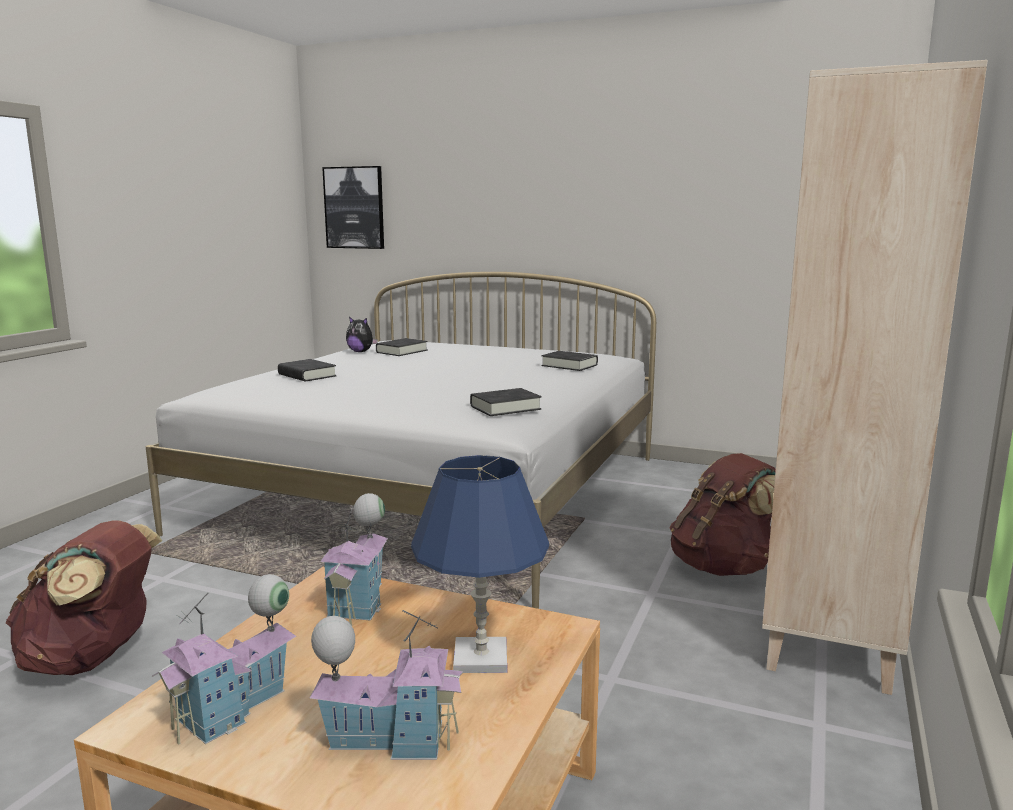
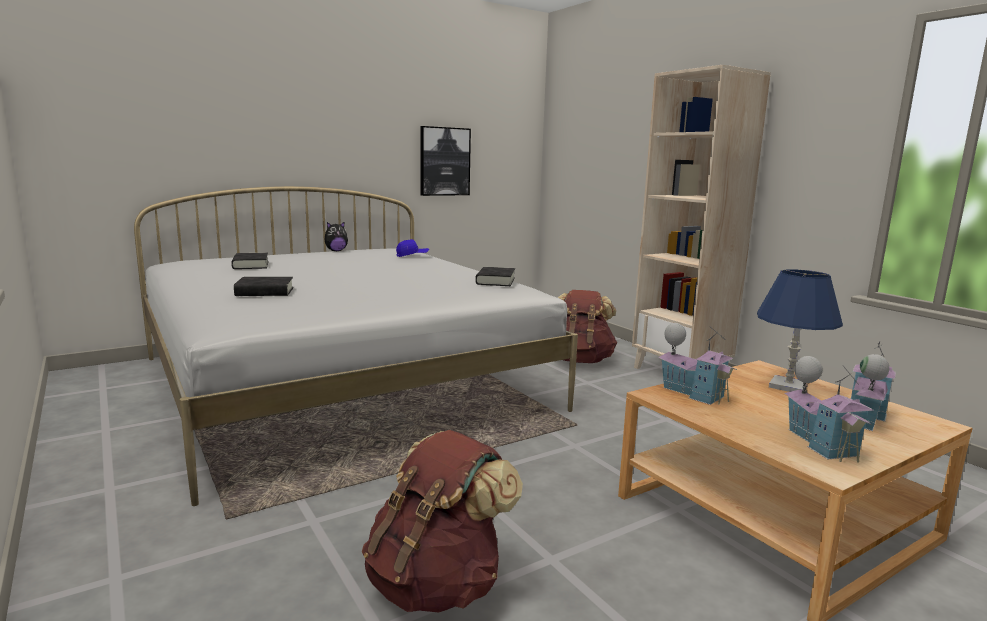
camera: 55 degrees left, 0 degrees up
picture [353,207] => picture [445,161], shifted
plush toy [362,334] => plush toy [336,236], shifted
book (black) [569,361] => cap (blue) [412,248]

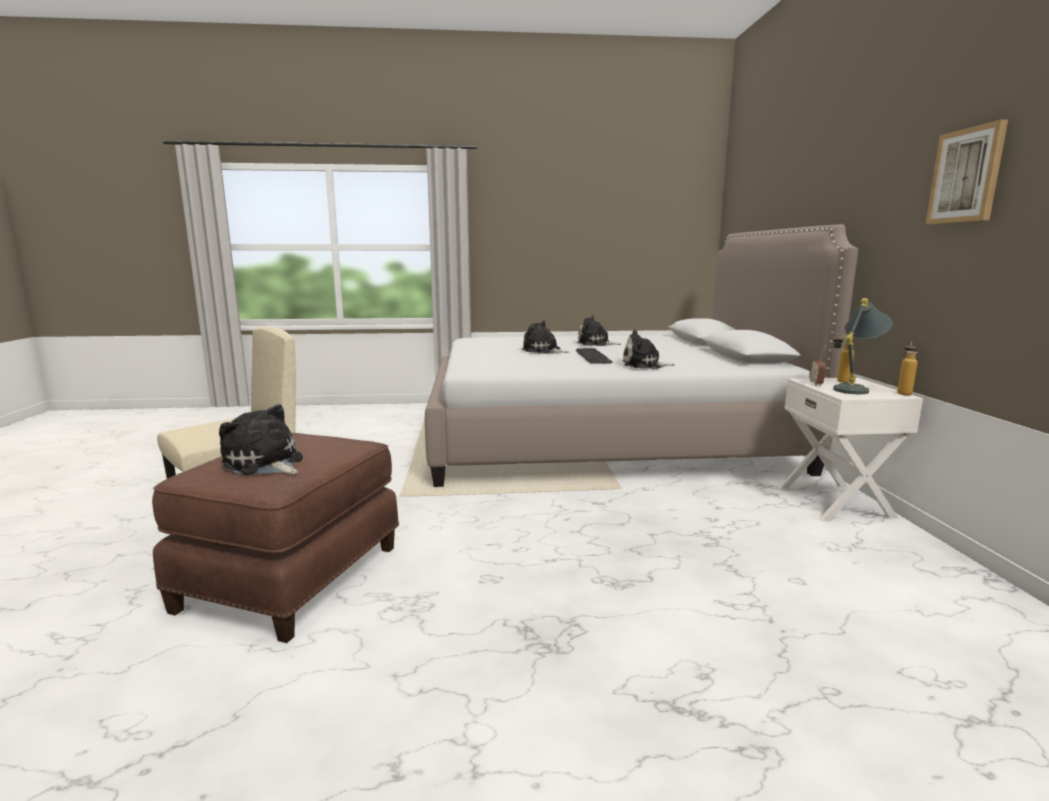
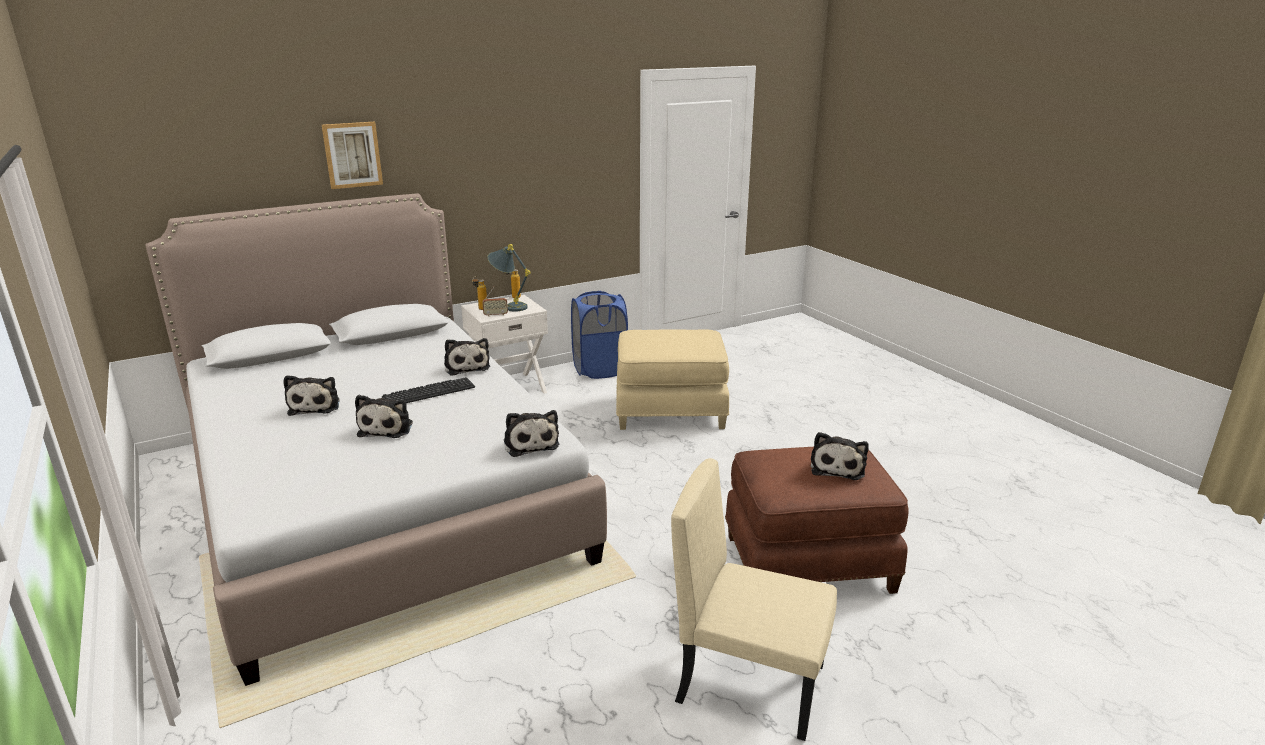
camera: 115 degrees left, 10 degrees up
nothing => plush toy [531,433]
nothing => laundry basket (blue) [599,335]
nothing => ottoman (beige) [672,379]
picture [967,171] => picture [352,155], shifted

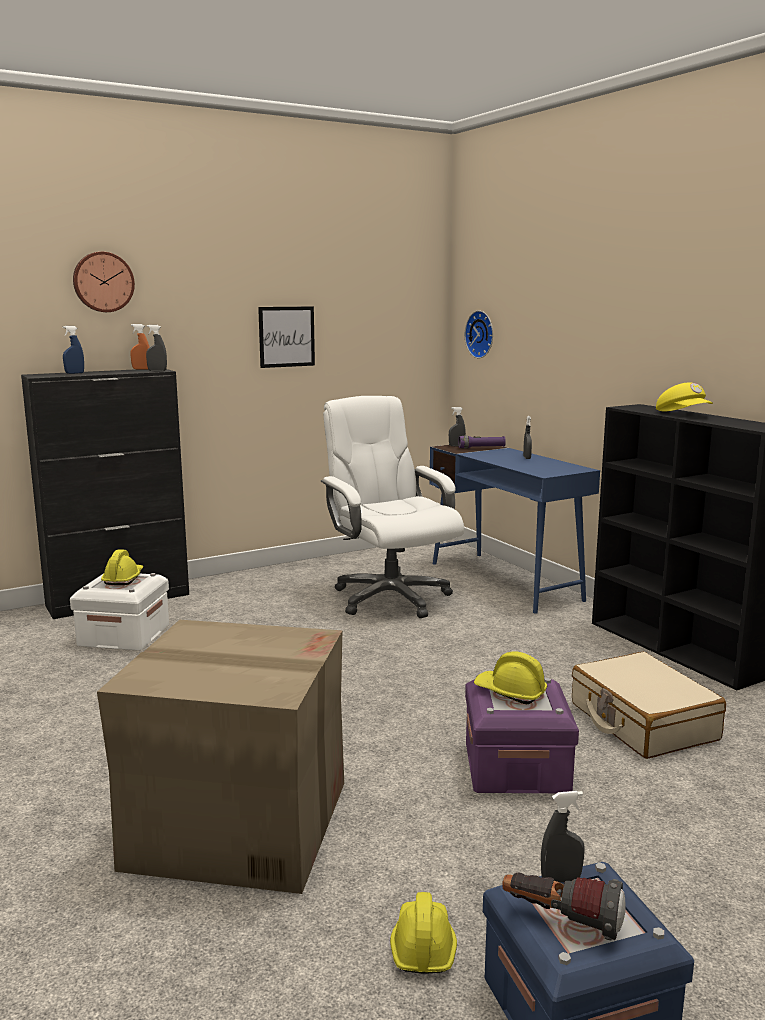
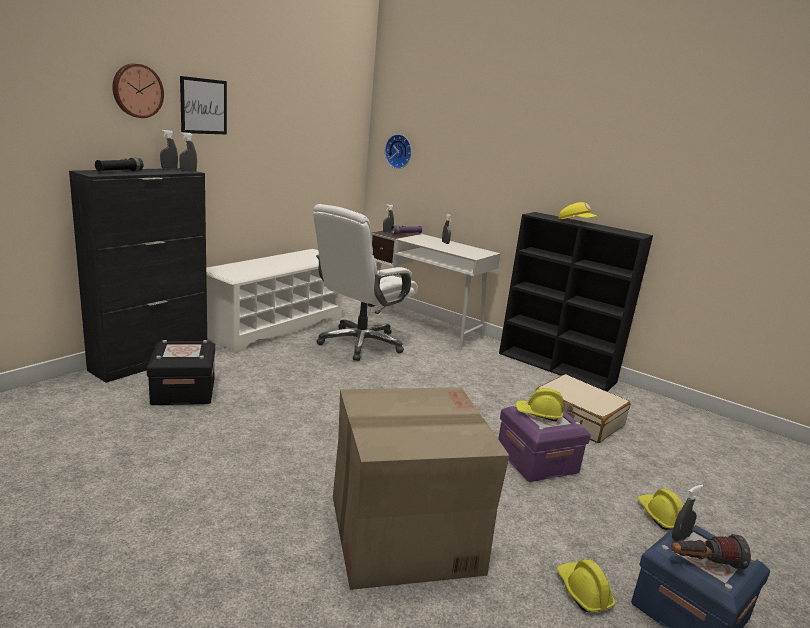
camera: 25 degrees left, 5 degrees up
nothing => shoe rack (white) [274,301]
hard hat (yellow) [122,567] => hard hat (yellow) [660,509], shifted
picture [286,337] => picture [203,105], shifted
spray bottle (blue) [73,350] => flashlight (black) [119,165]
storage box (white) [119,612] => storage box (black) [181,372]
spray bottle (orange) [140,347] => spray bottle (grey) [169,149]
desk (blue) [515,529] => desk (white) [433,289]
office chair (white) [392,507] => office chair (white) [365,282], 90 degrees counterclockwise

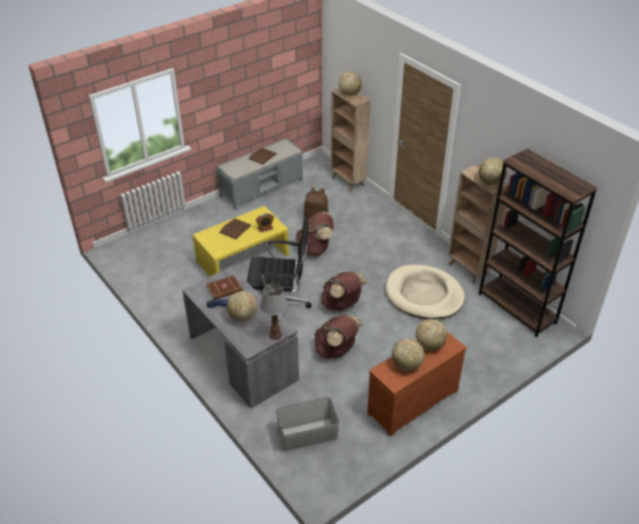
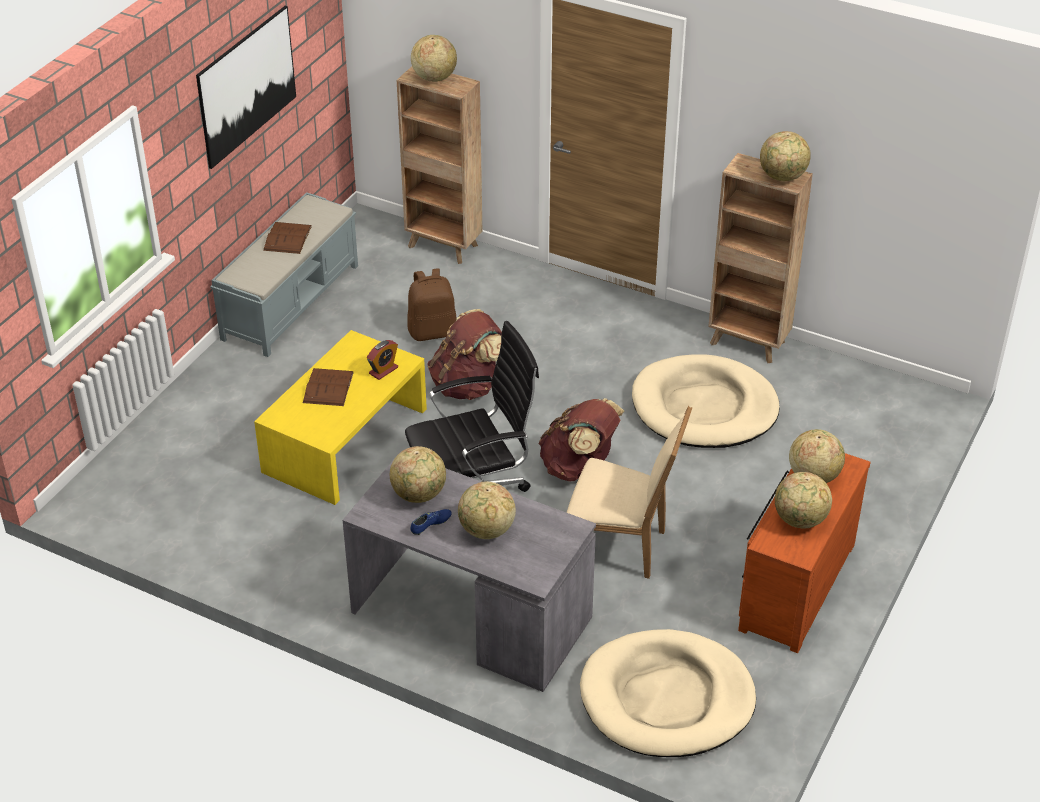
camera: 25 degrees left, 0 degrees up
table lamp [274,311] => nothing
bookcase (brown) [538,243] => nothing
nothing => picture [246,87]
book (brown) [224,287] => globe [418,474]
storage box (grey) [307,424] => dog bed (beige) [668,693]
backpack (brown) [338,337] => chair (beige) [629,492]

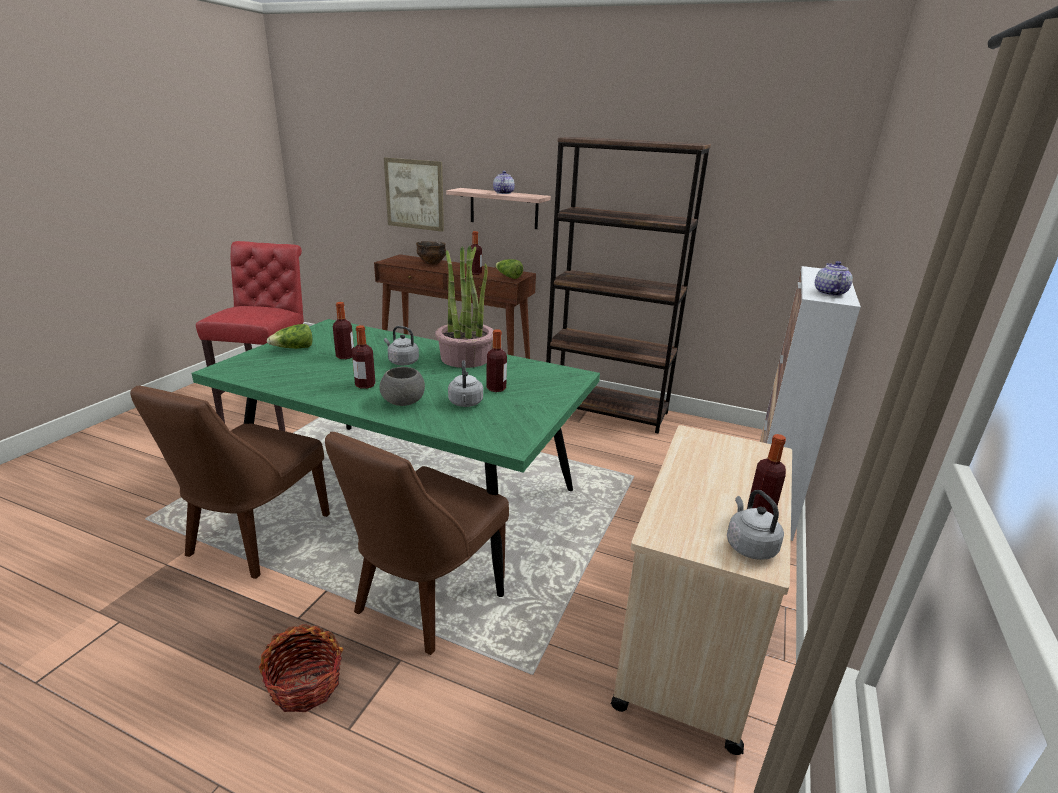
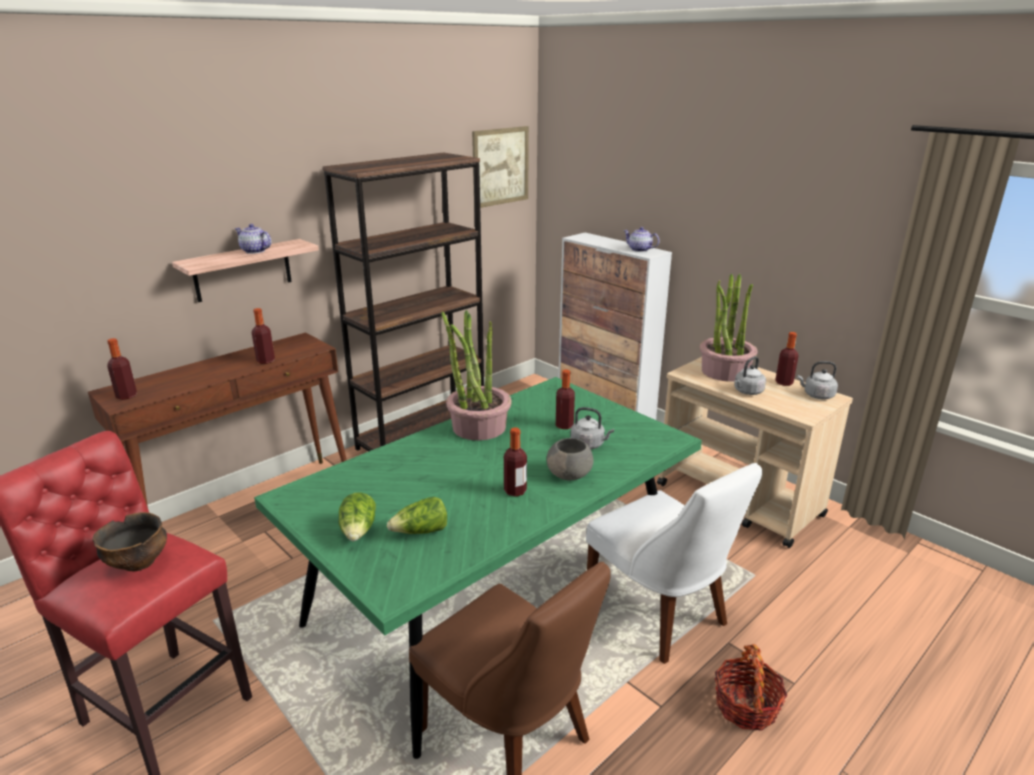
camera: 65 degrees left, 0 degrees up
nothing => potted plant [728,327]
bottle [343,330] => bottle [122,369], shifted
picture [414,195] => picture [500,167], shifted
kettle (grey) [401,345] => kettle (grey) [750,375], shifted
bowl [431,252] => bowl [129,541], shifted
lettuce [509,269] => lettuce [417,515], shifted
chair (brown) [417,543] => chair (white) [674,563]

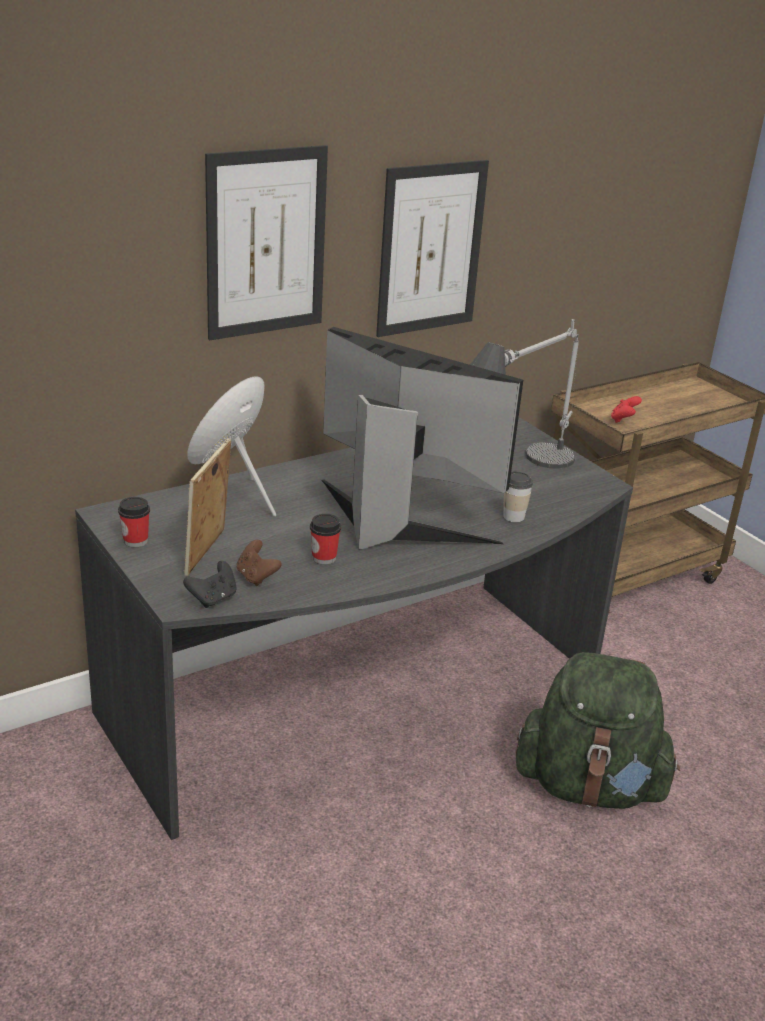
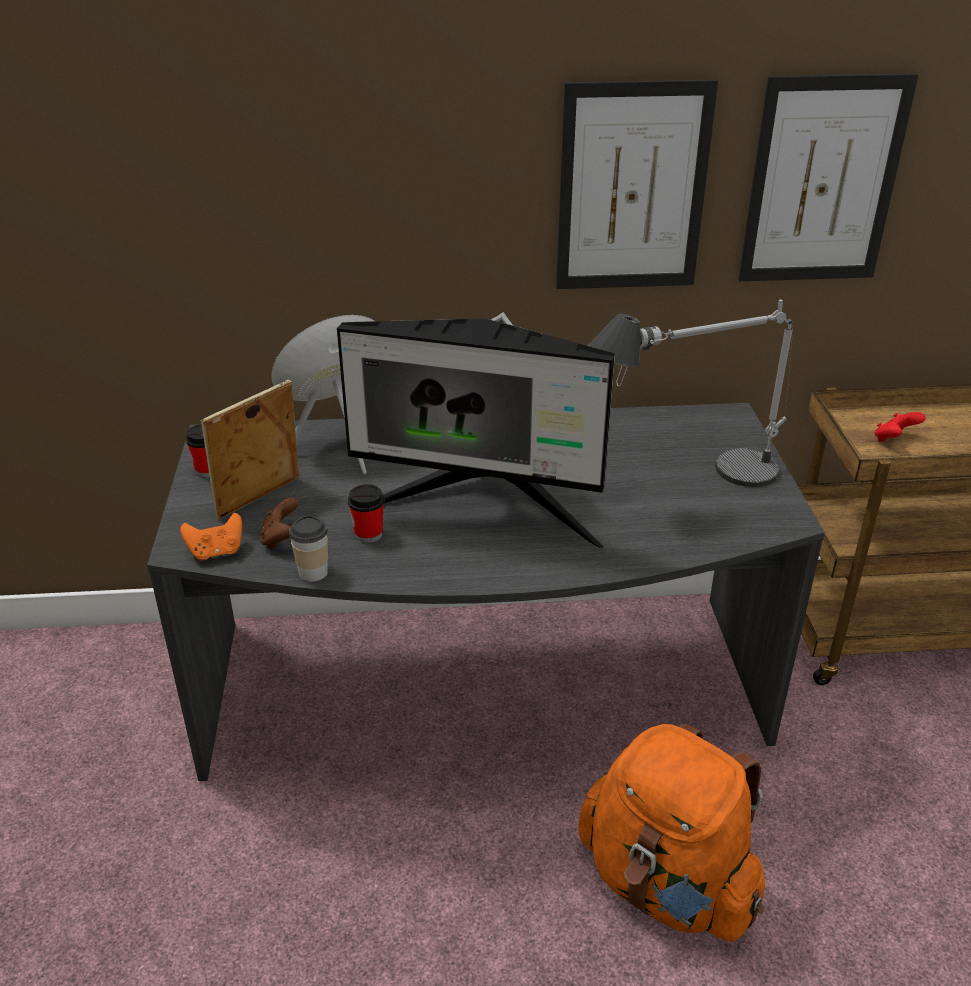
camera: 30 degrees right, 5 degrees up
picture [266,242] => picture [828,177], shifted
cup [518,496] => cup [308,548], shifted
game controller (black) [210,584] => game controller (orange) [211,537]
backpack (green) [598,730] => backpack (orange) [671,832]
monitor [422,438] => monitor [476,430], 135 degrees clockwise

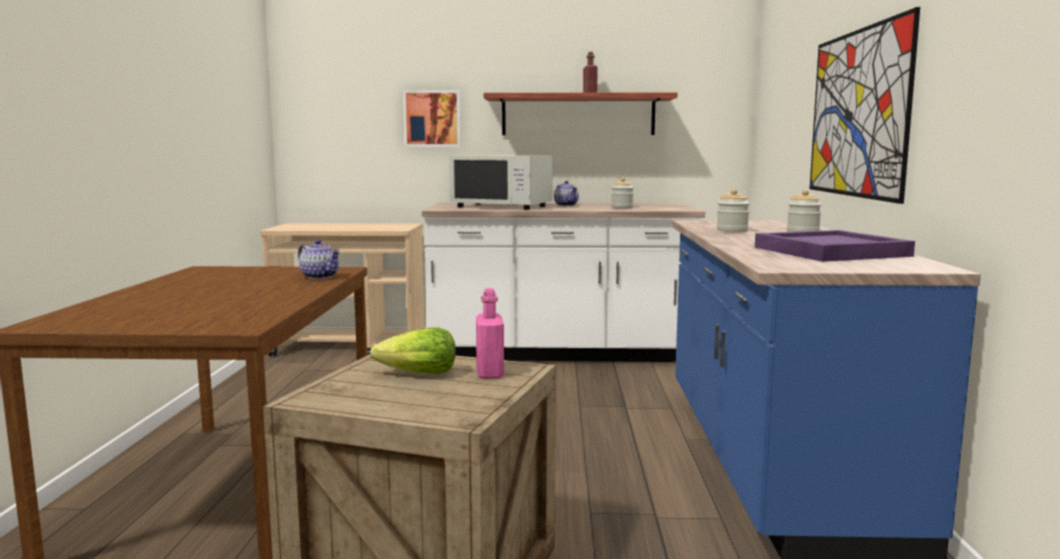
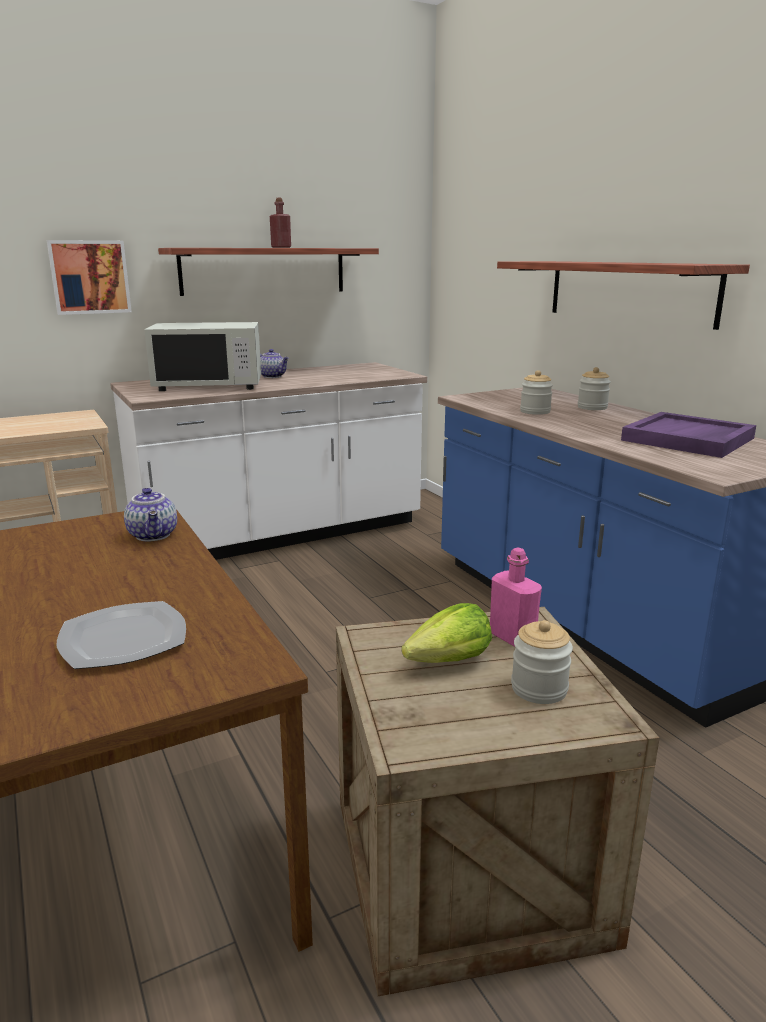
camera: 30 degrees left, 10 degrees up
nothing => plate [121,635]
jar [622,193] => jar [542,662], shifted
picture [865,105] => shelf [623,295]
teapot [319,259] => teapot [150,514], 60 degrees clockwise

